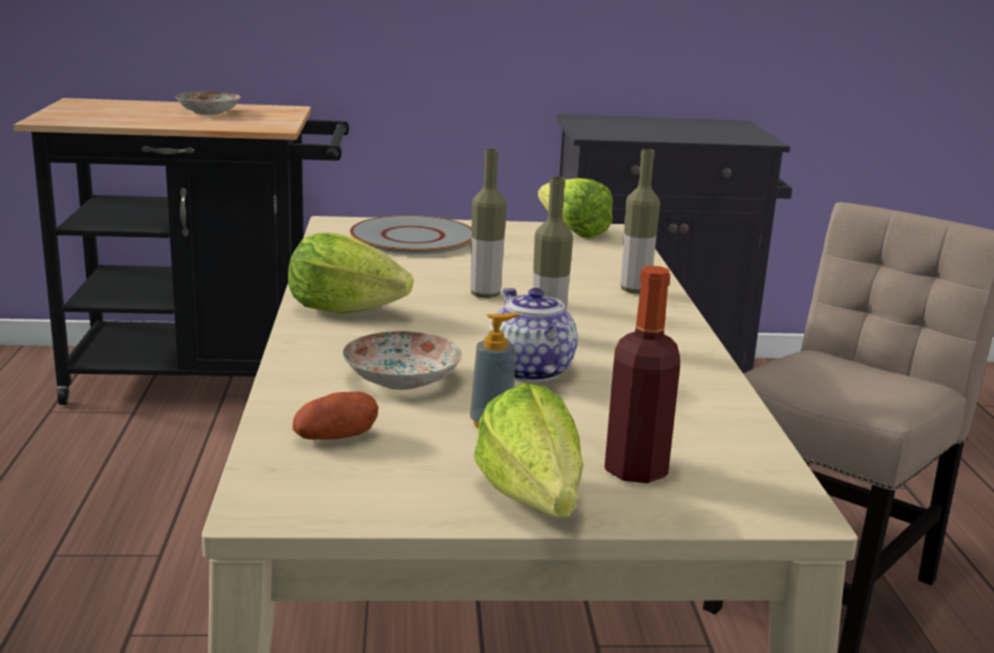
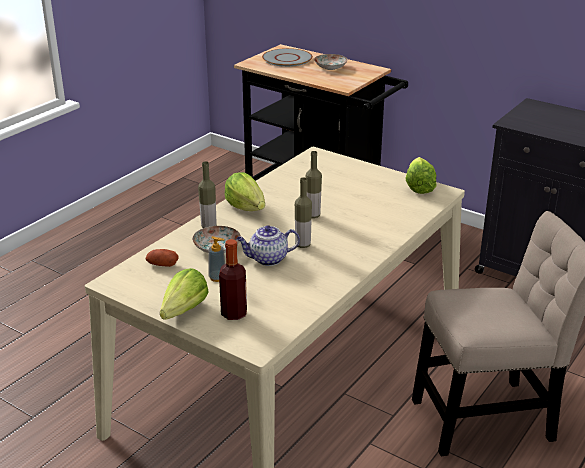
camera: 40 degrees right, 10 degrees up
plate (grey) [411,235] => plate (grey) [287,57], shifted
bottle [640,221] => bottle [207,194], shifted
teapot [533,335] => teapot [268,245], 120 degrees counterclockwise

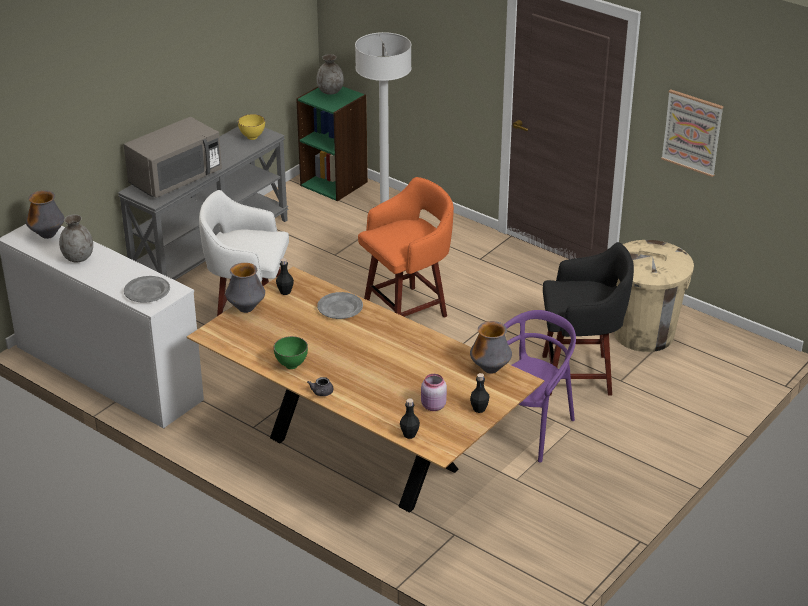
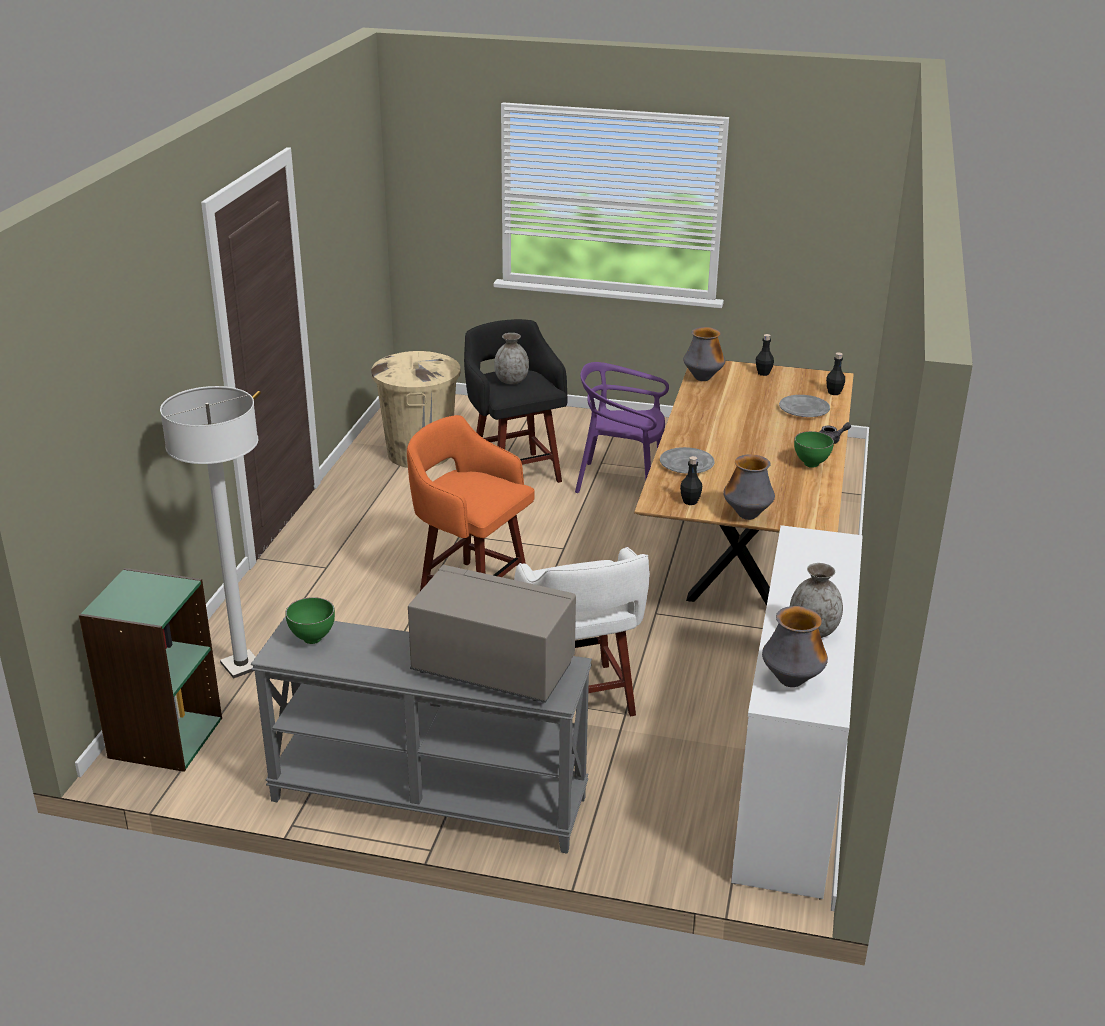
camera: 115 degrees left, 5 degrees down
jar (pink) [434,392] => nothing
picture [692,133] => nothing
plate (grey) [147,289] => plate (grey) [804,406], shifted
vase (grey) [330,74] => vase (grey) [511,358], shifted
bowl (yellow) [251,127] => bowl (green) [310,620]

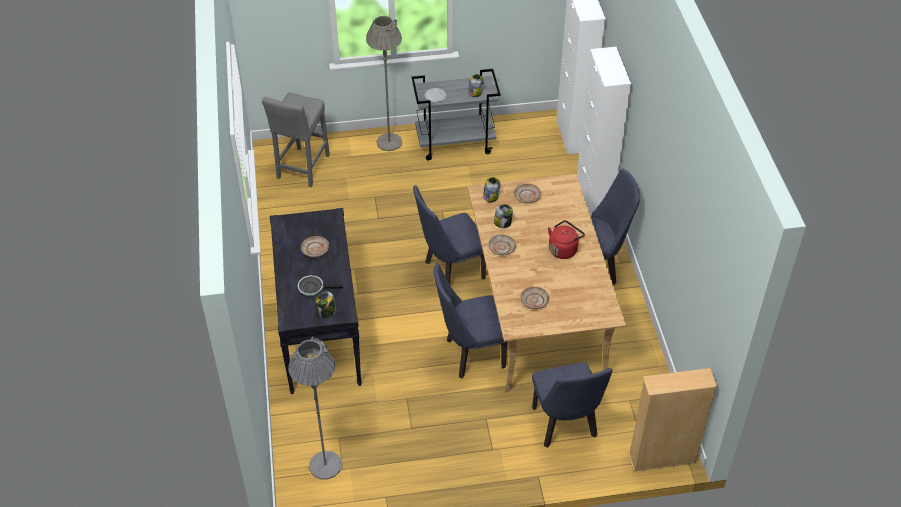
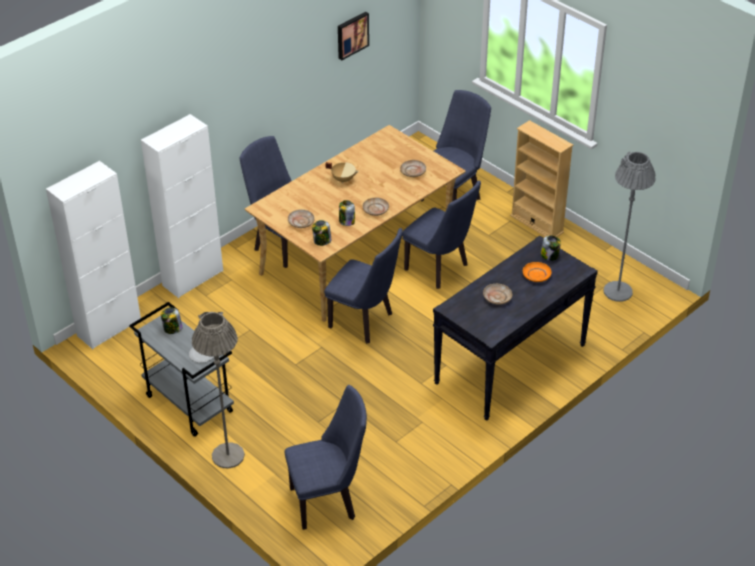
camera: 125 degrees left, 5 degrees down
nothing => picture [353,36]
bookcase (beige) [673,420] => bookcase (beige) [541,178], shifted
stool (grey) [296,139] => chair (blue) [326,457]
frying pan [320,285] => plate (orange) [537,272]
kettle (red) [566,239] => cooking pot (beige) [342,172]

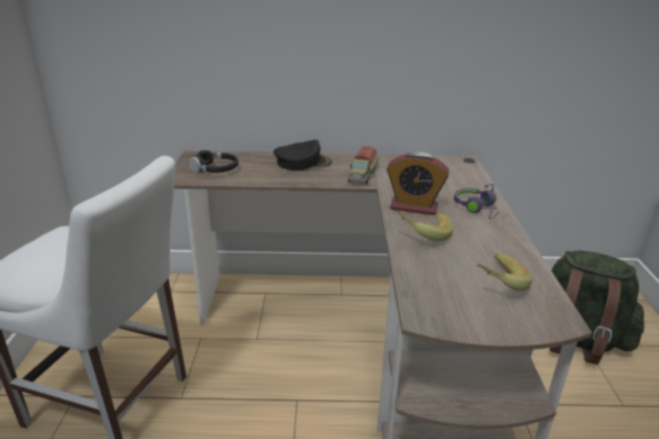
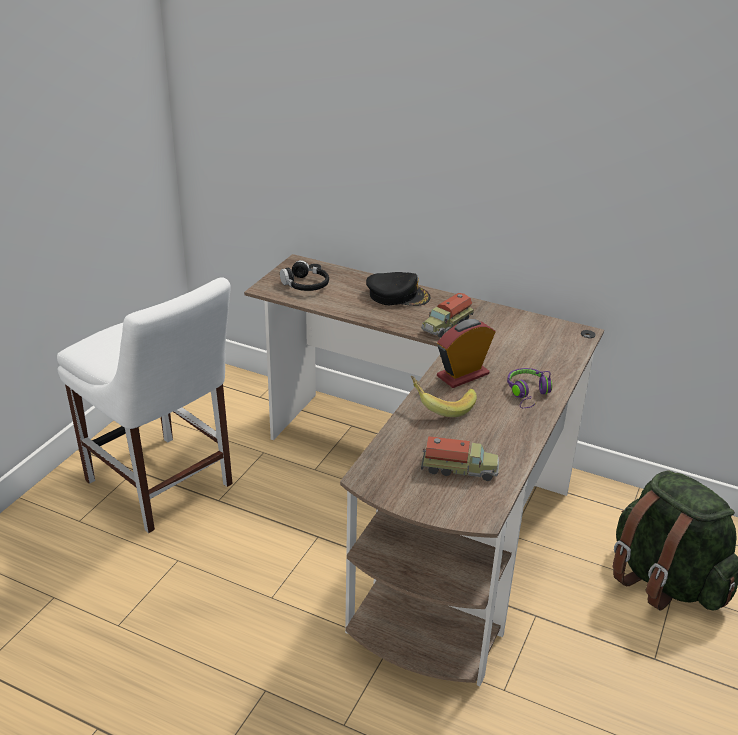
camera: 25 degrees right, 5 degrees up
banana [505,271] => toy truck [460,458]
alarm clock [418,183] => alarm clock [466,353], 105 degrees clockwise

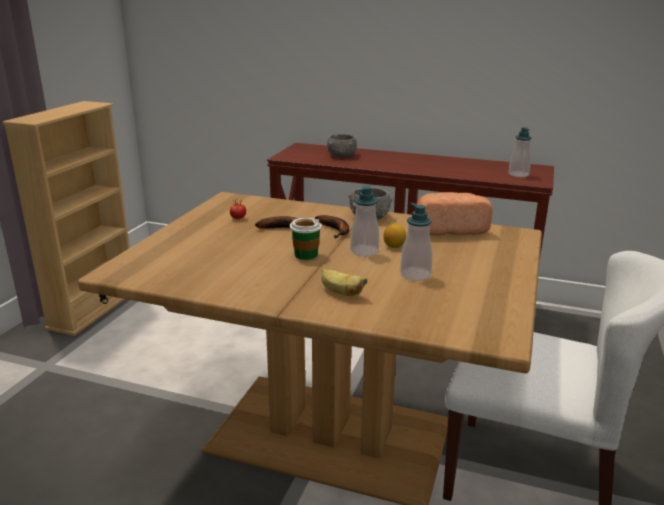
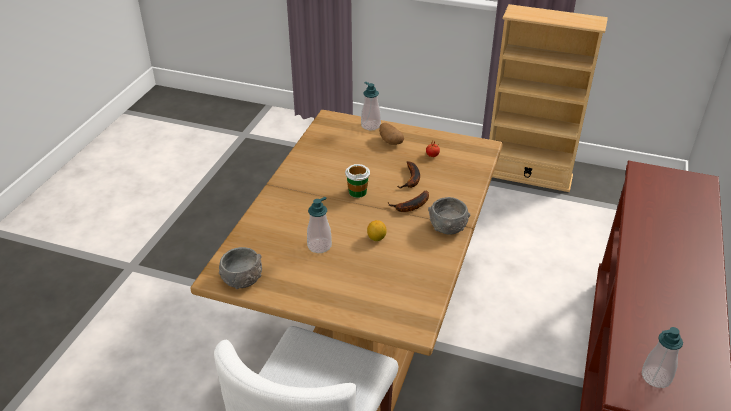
camera: 90 degrees right, 15 degrees up
banana [344,282] => nothing
bread [455,213] => nothing
nothing => potato [391,134]
bowl (grey) [342,145] => bowl (grey) [240,268], shifted
soap dispenser [364,221] => soap dispenser [371,106], shifted

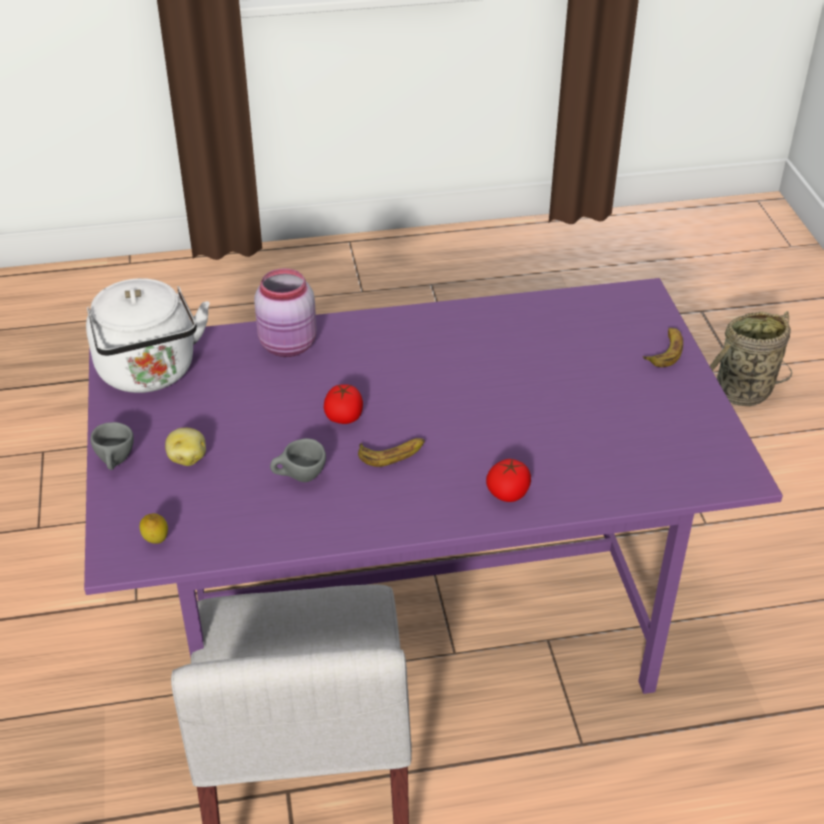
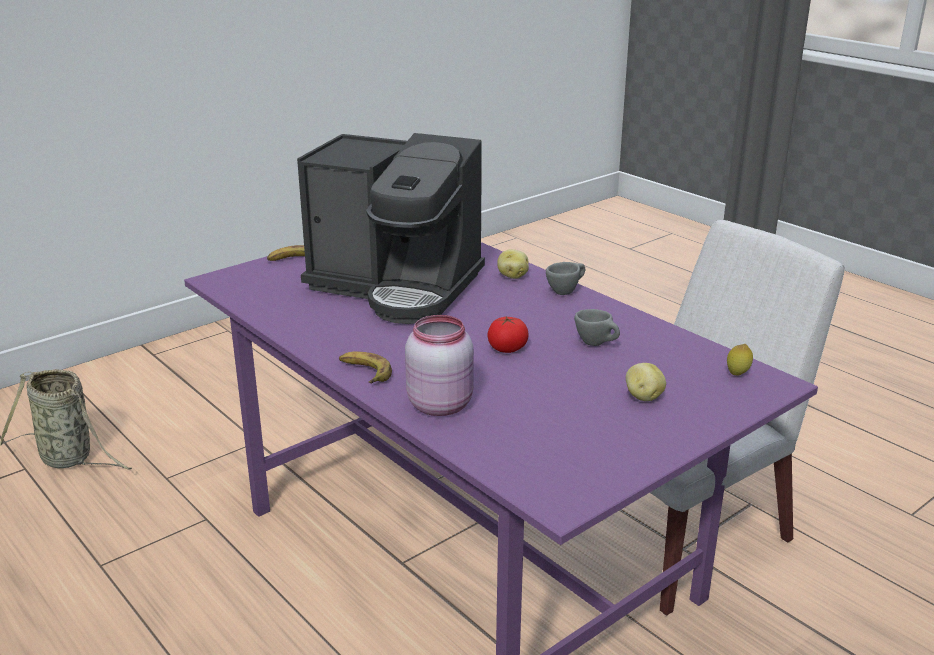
camera: 120 degrees left, 15 degrees down
kettle (white) [148,335] => nothing
nothing => coffee machine [391,228]
cup (grey) [112,446] => cup (grey) [565,278], shifted
banana [391,452] => banana [365,367], shifted
tomato [508,480] => potato [513,264]

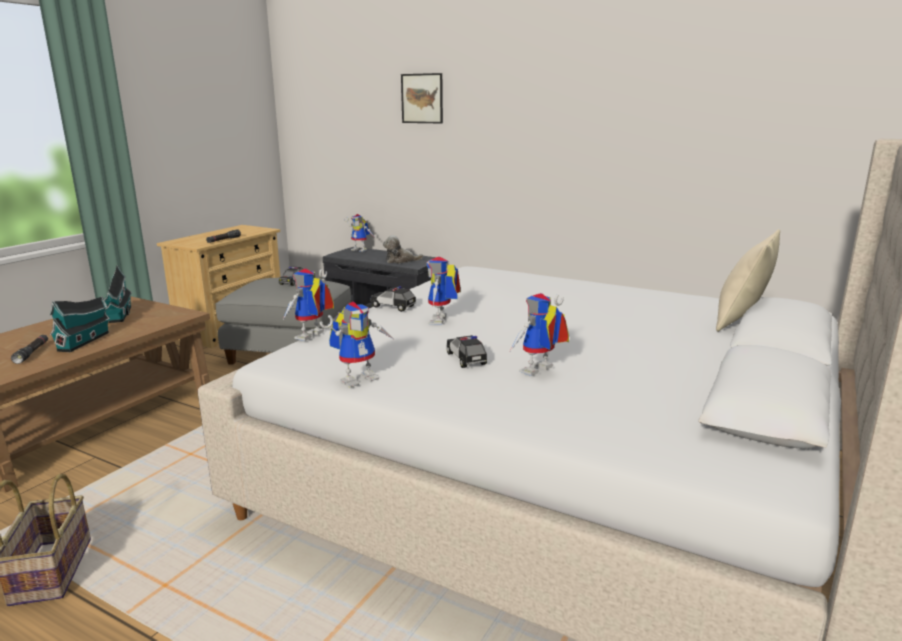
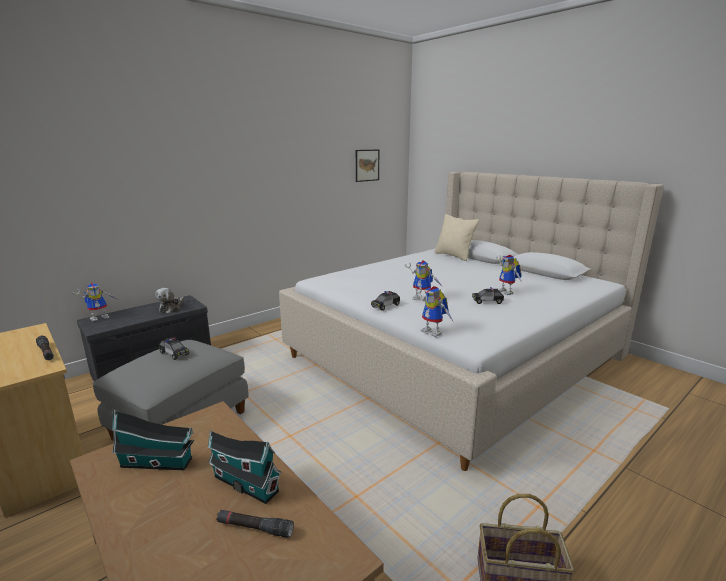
camera: 70 degrees left, 0 degrees up
toy robot [357,344] => nothing
picture [422,98] => picture [367,166], shifted

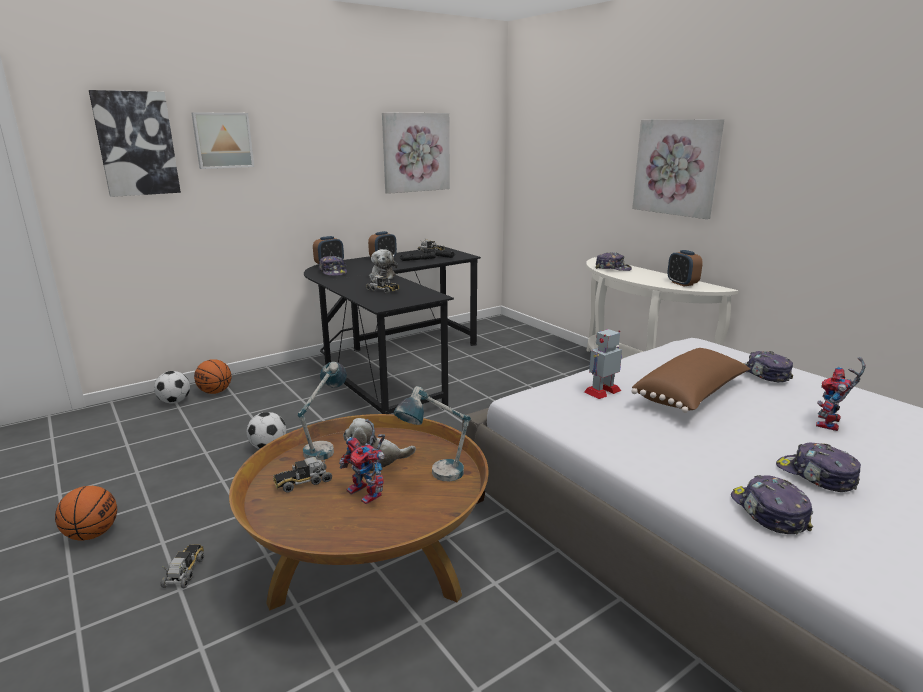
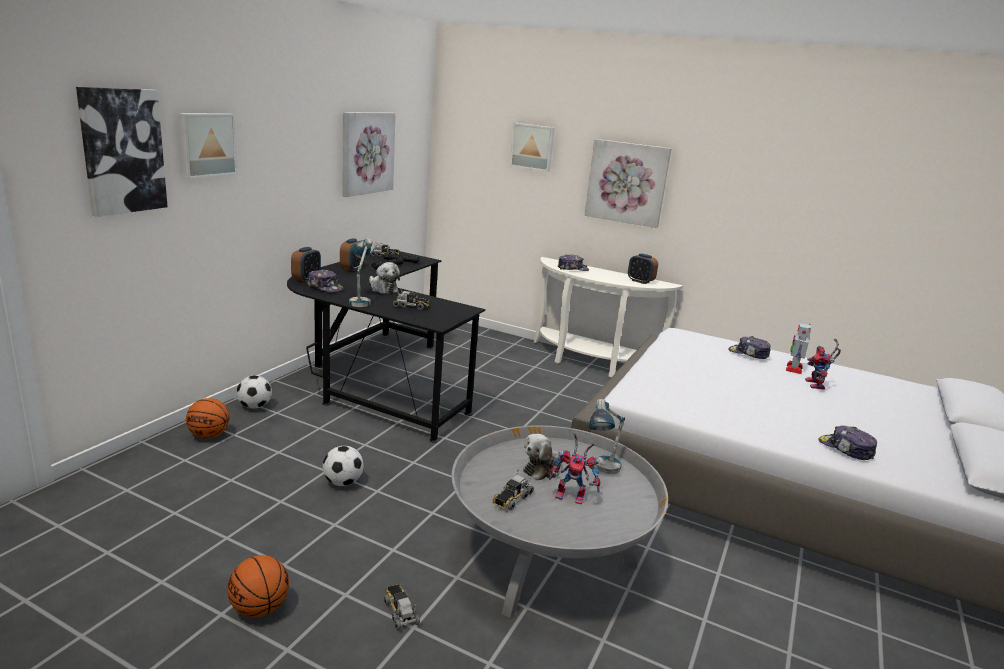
camera: 30 degrees left, 0 degrees up
pillow (brown) [690,380] => nothing
cap [818,467] => nothing
nothing => picture [532,147]
football [172,387] => football [254,392], shifted
table lamp [322,411] => table lamp [361,272], shifted
toy robot [603,364] => toy robot [798,348], shifted
coffee table (brown) [358,512] => coffee table (grey) [560,521]

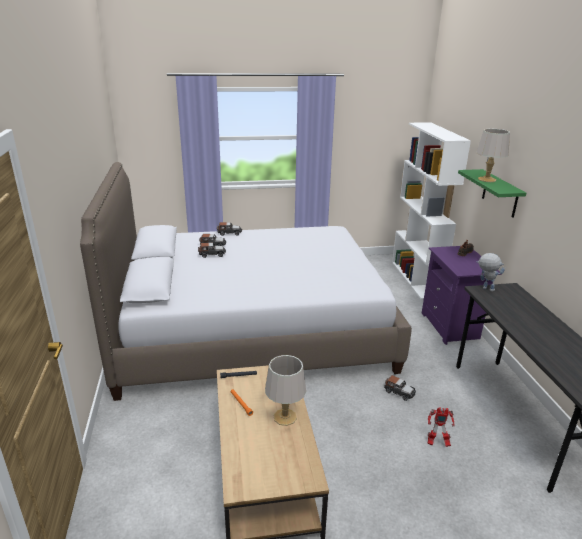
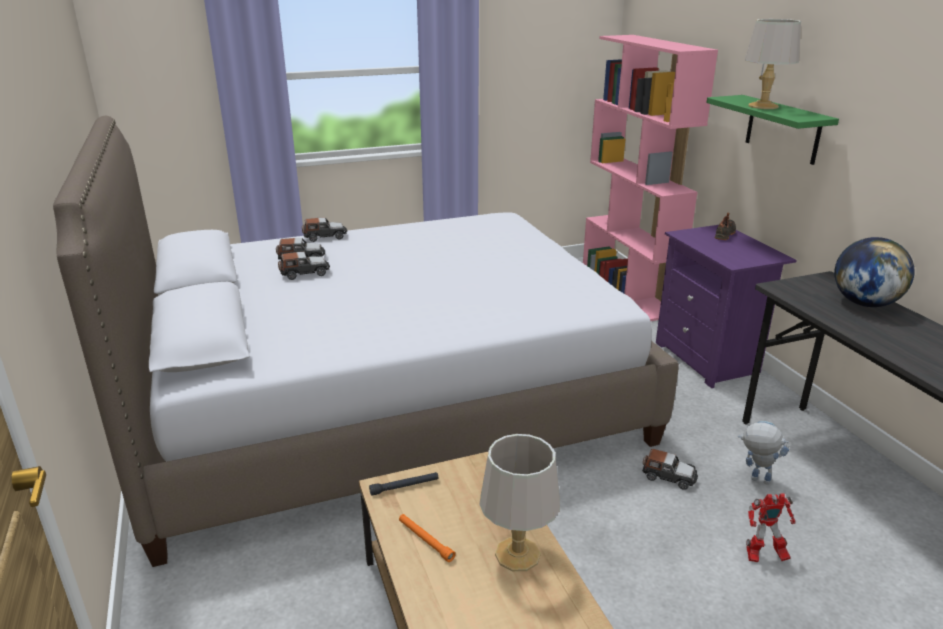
camera: 10 degrees left, 0 degrees up
nothing => globe [874,272]
toy robot [491,272] => toy robot [763,453], shifted
bookcase (white) [431,211] => bookcase (pink) [650,178]

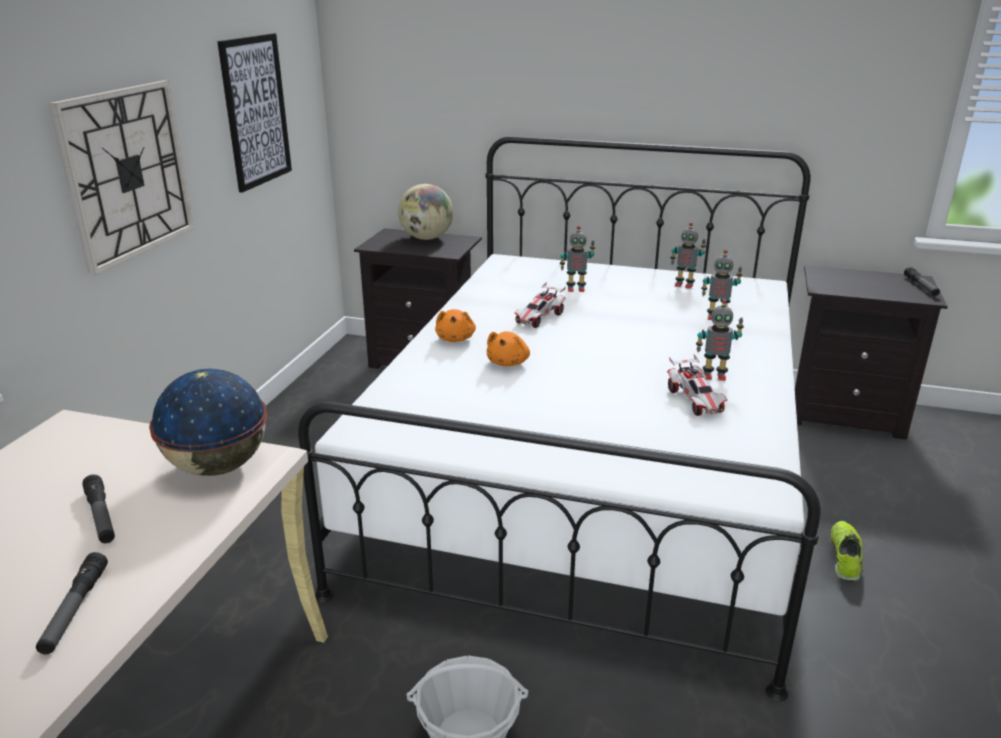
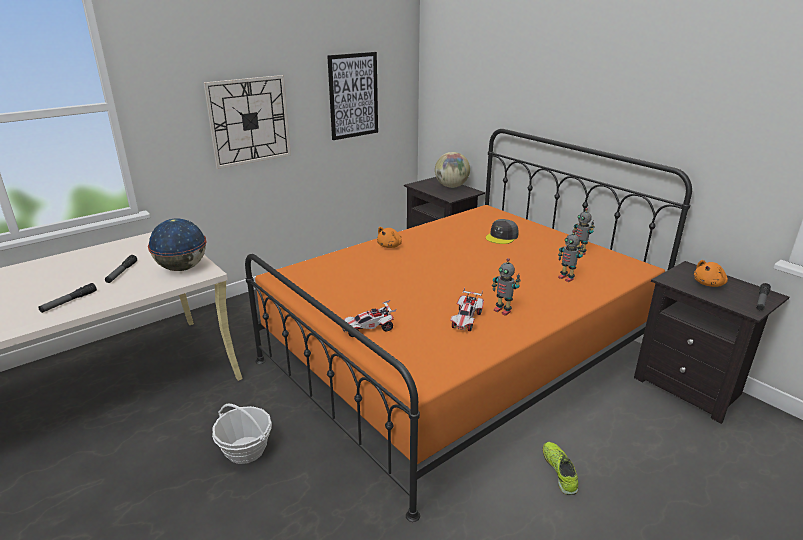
camera: 35 degrees right, 0 degrees up
plush toy (orange) [508,348] => plush toy (orange) [711,273], shifted
toy car [540,305] => toy car [369,318], shifted
toy robot [577,259] => cap (grey) [502,231]
bed (white) [559,418] => bed (orange) [468,325]
shoe [847,551] => shoe [560,468], 60 degrees counterclockwise

